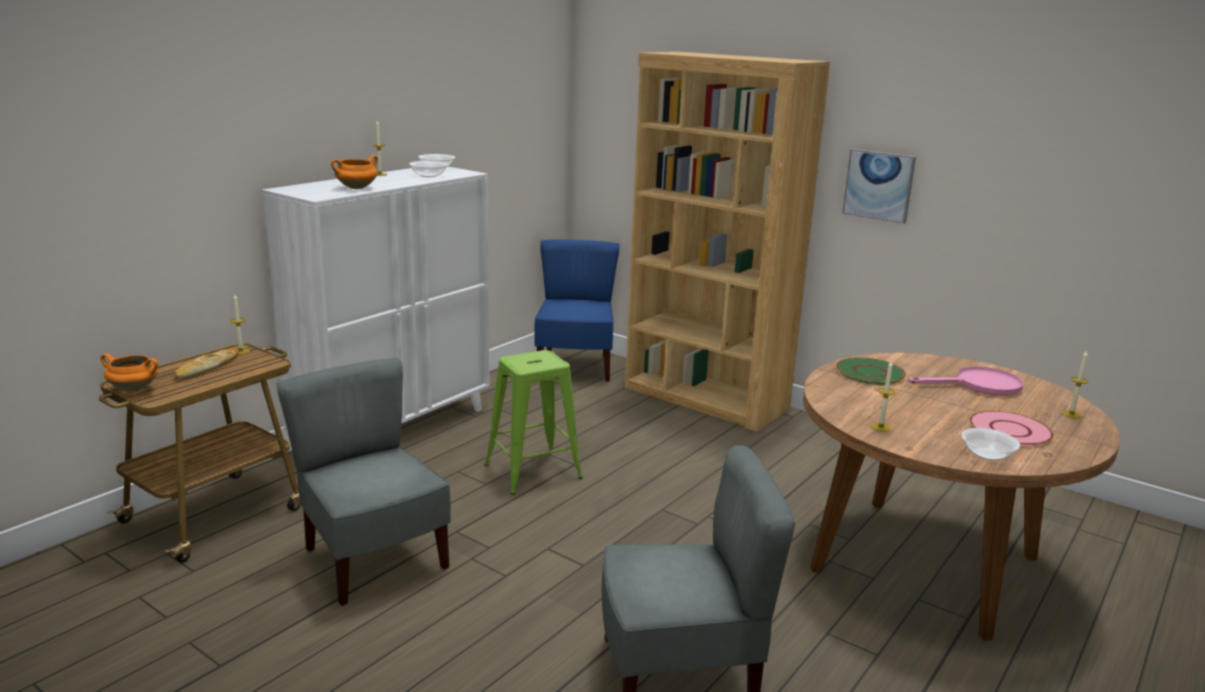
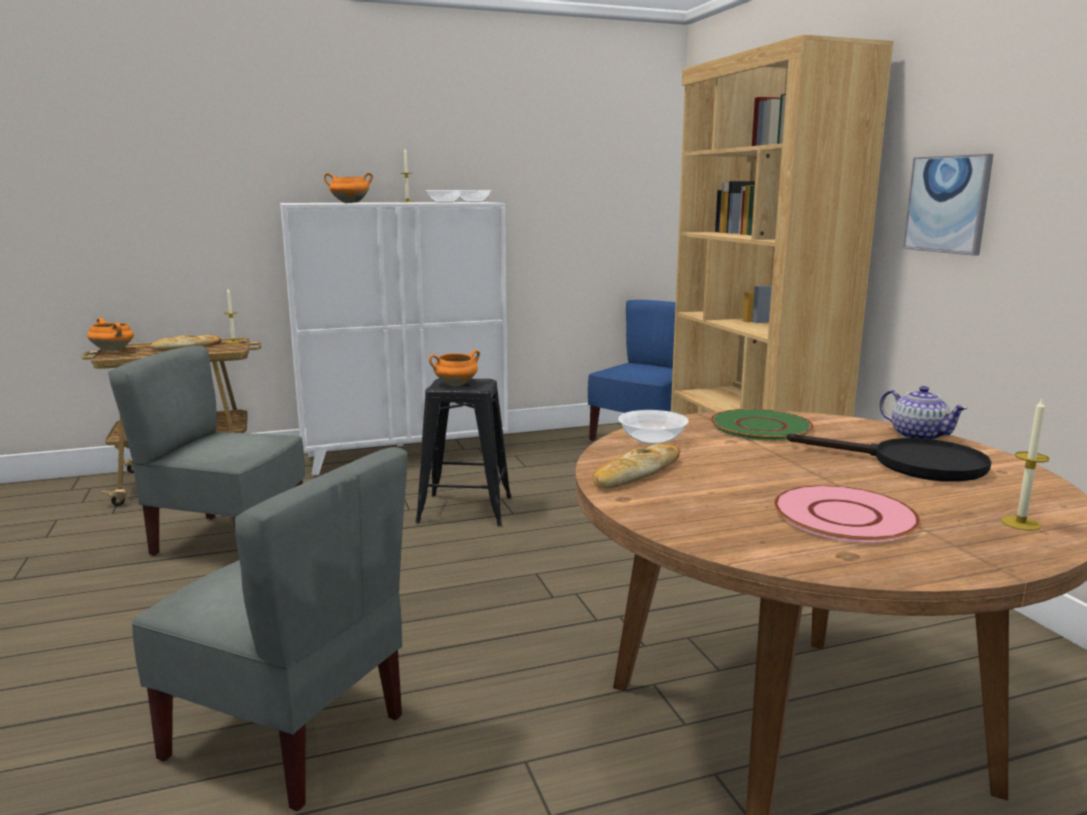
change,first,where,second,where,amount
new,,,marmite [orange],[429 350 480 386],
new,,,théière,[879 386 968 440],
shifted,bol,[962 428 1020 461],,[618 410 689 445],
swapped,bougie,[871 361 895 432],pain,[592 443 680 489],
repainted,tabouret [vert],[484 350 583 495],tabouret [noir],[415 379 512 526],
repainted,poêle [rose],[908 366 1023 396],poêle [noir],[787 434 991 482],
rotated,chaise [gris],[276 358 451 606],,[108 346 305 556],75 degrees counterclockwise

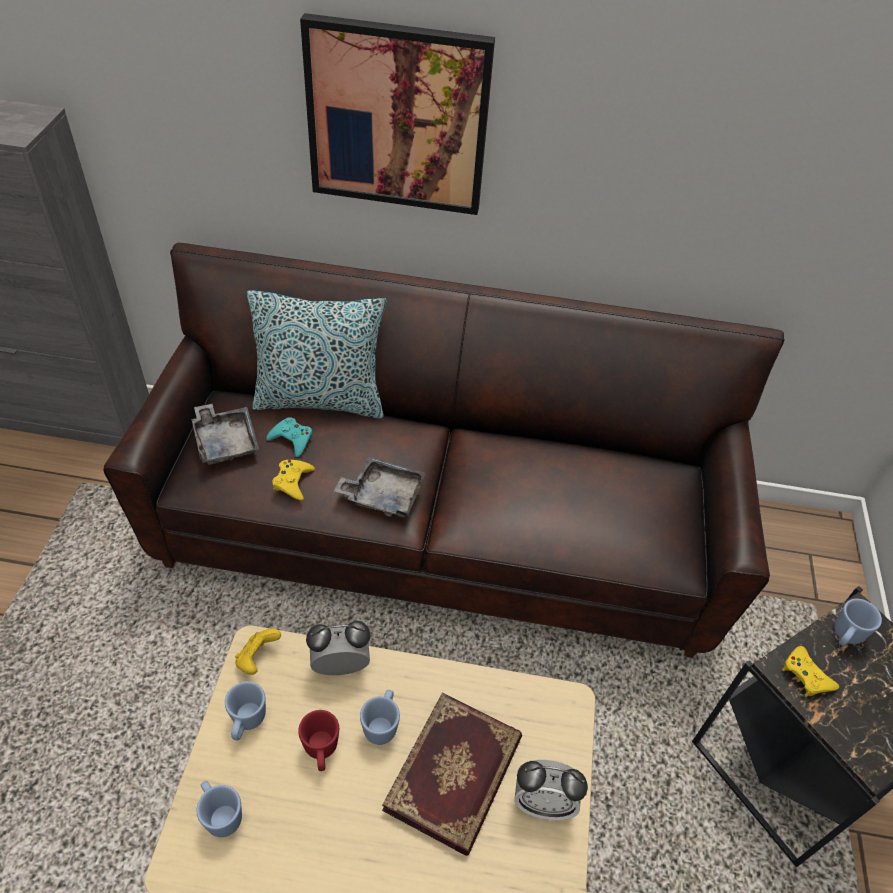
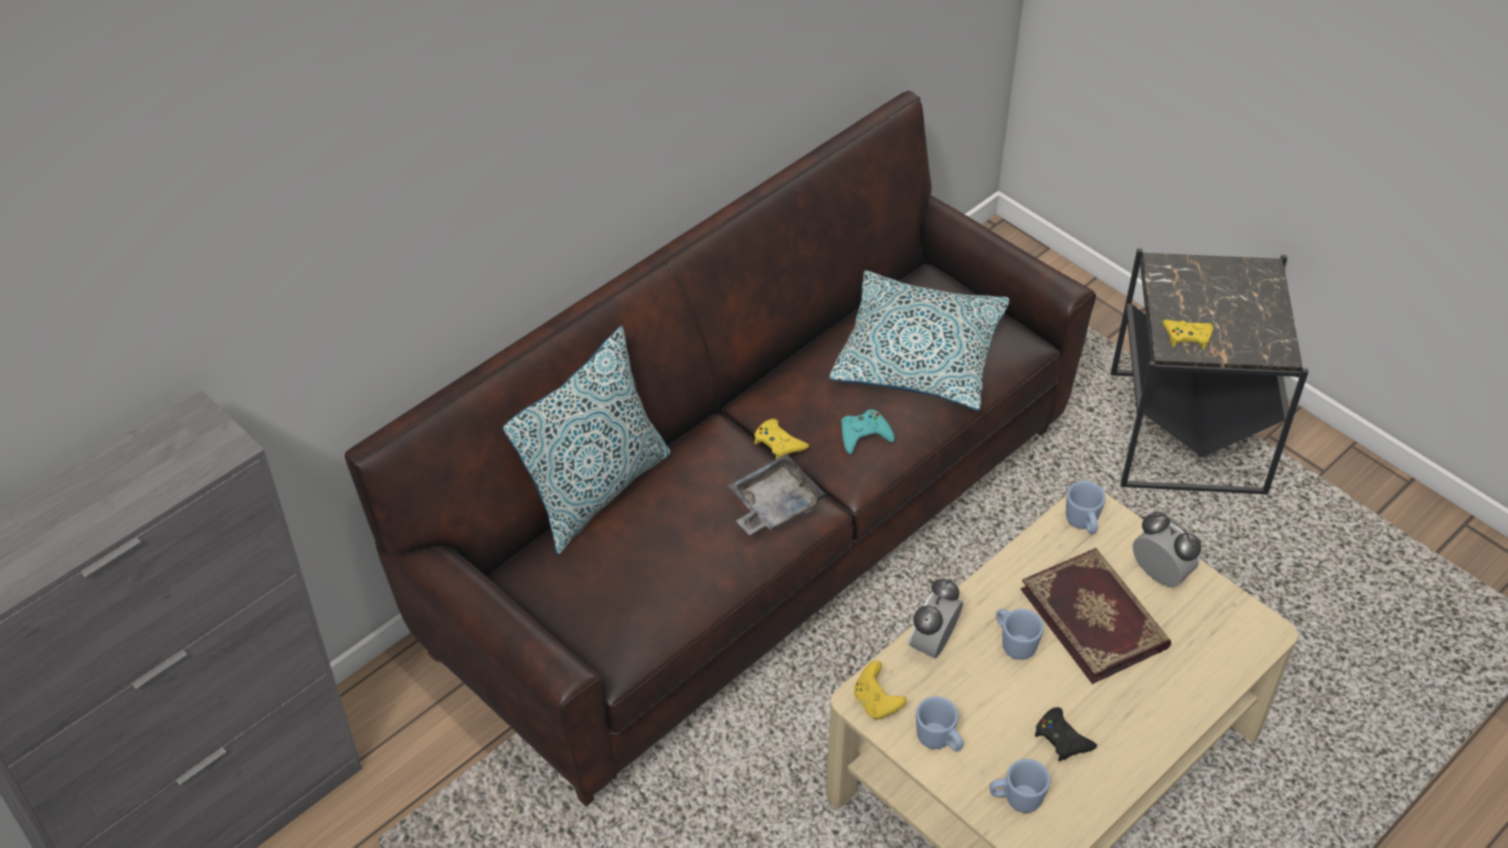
change,first,where,second,where,amount
gone,plateau [gris],[192 404 259 465],,,
gone,mug [rouge],[298 710 339 771],,,
gone,tableau,[300 13 495 215],,,
new,,,coussin,[829 270 1009 411],
new,,,manette [noir],[1035 707 1097 761],
shifted,manette [turquoise],[266 417 313 457],,[841 410 895 454],
shifted,manette [jaune],[272 460 315 500],,[754 419 809 459],
shifted,mug [bleu],[834 599 882 646],,[1066 481 1106 534],
rotated,réveil,[515 760 588 820],,[1133 512 1201 587],90 degrees counterclockwise

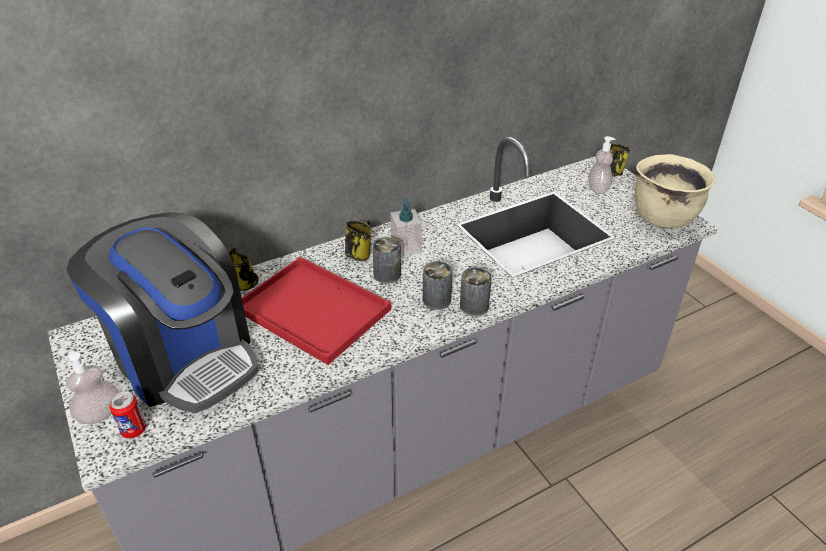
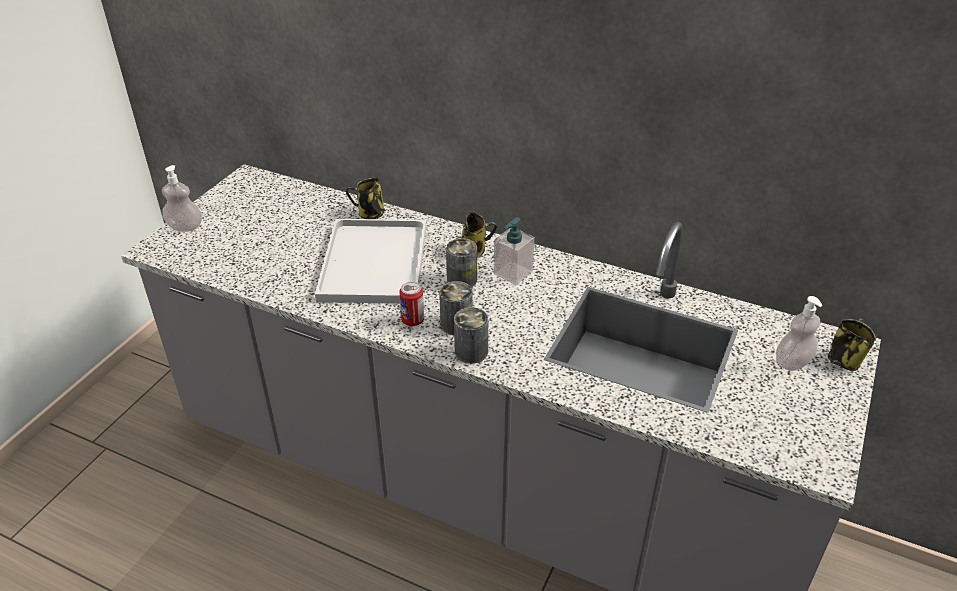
change,first,where,second,where,amount
gone,machine à café,[66 212 259 413],,,
gone,marmite [beige],[635 154 716 229],,,
shifted,boîte métallique,[109 392 146 439],,[399 282 424 326],
repainted,plateau [rouge],[242 257 391 365],plateau [blanc],[315 219 426 304],

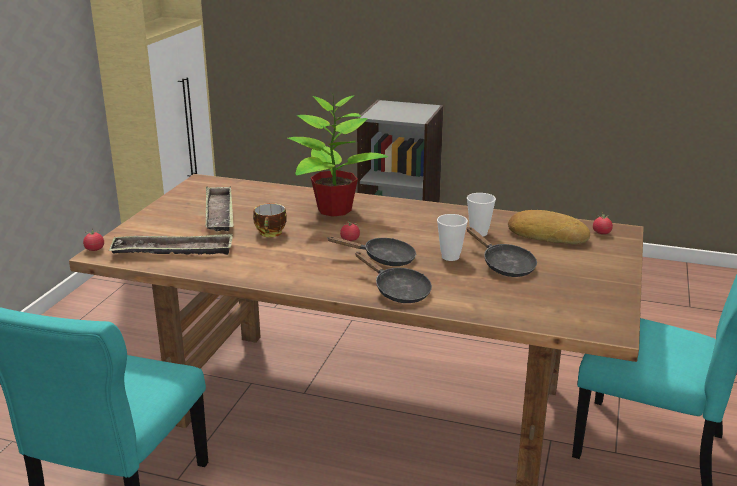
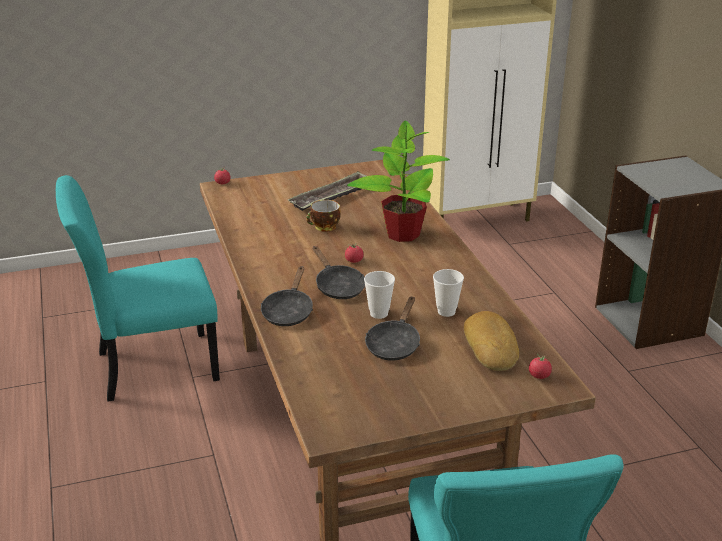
change,first,where,second,where,amount
gone,plateau,[109 233 233 255],,,

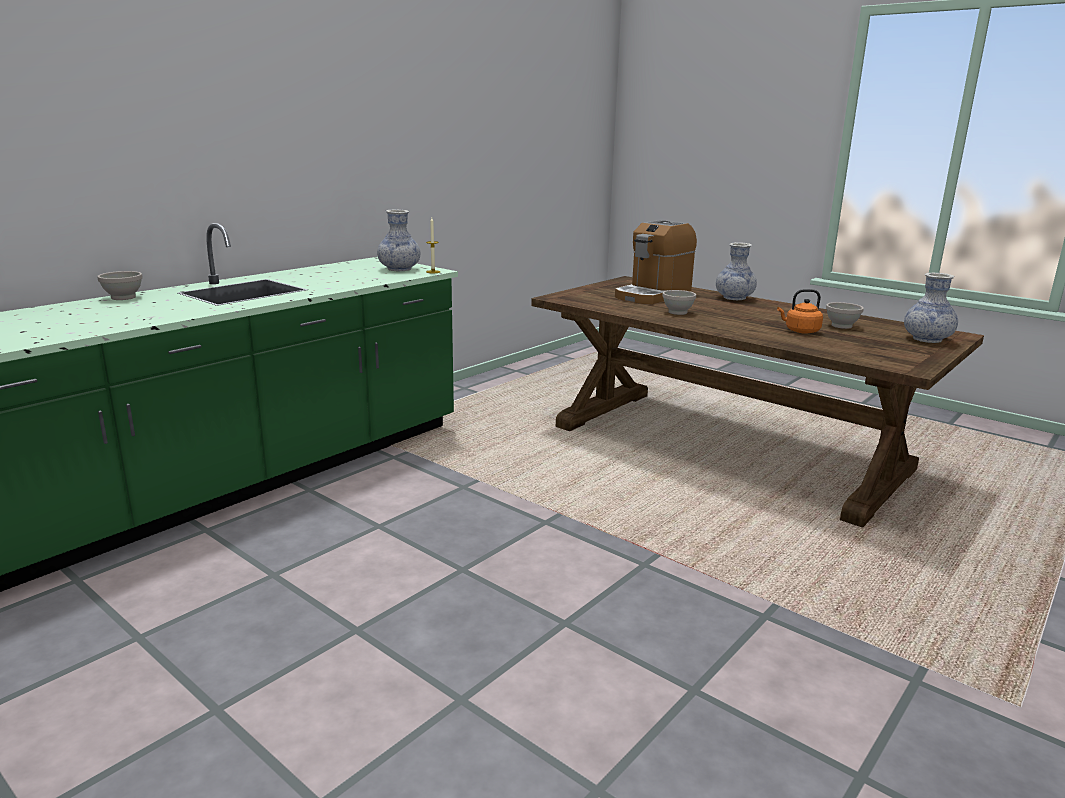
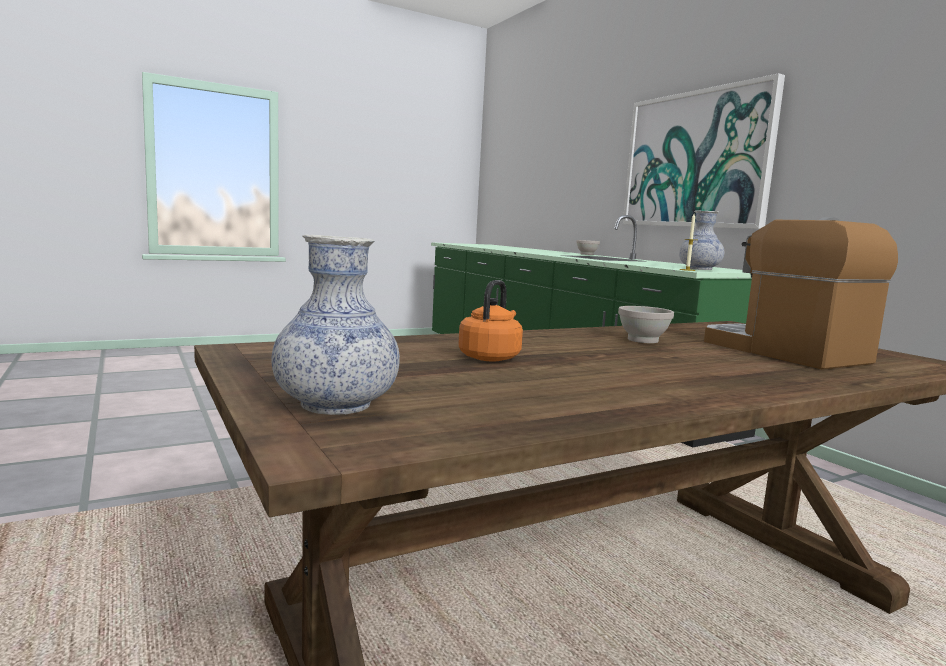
change,first,where,second,where,amount
gone,vase,[716 242 757 300],,,
gone,bol [blanc],[826 302 864 329],,,
new,,,tableau,[623 73 785 229],

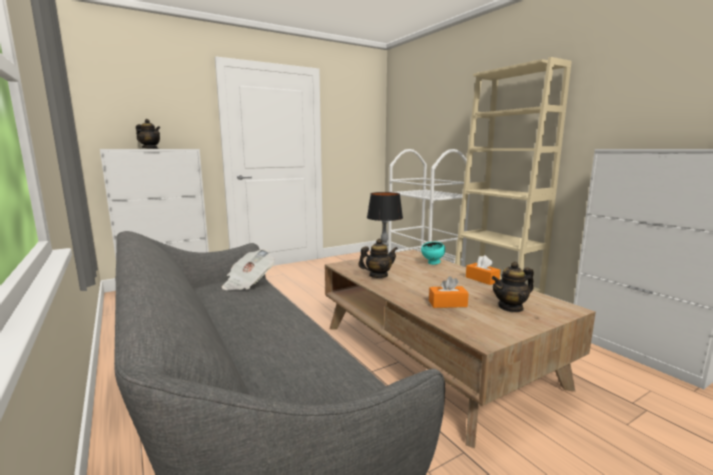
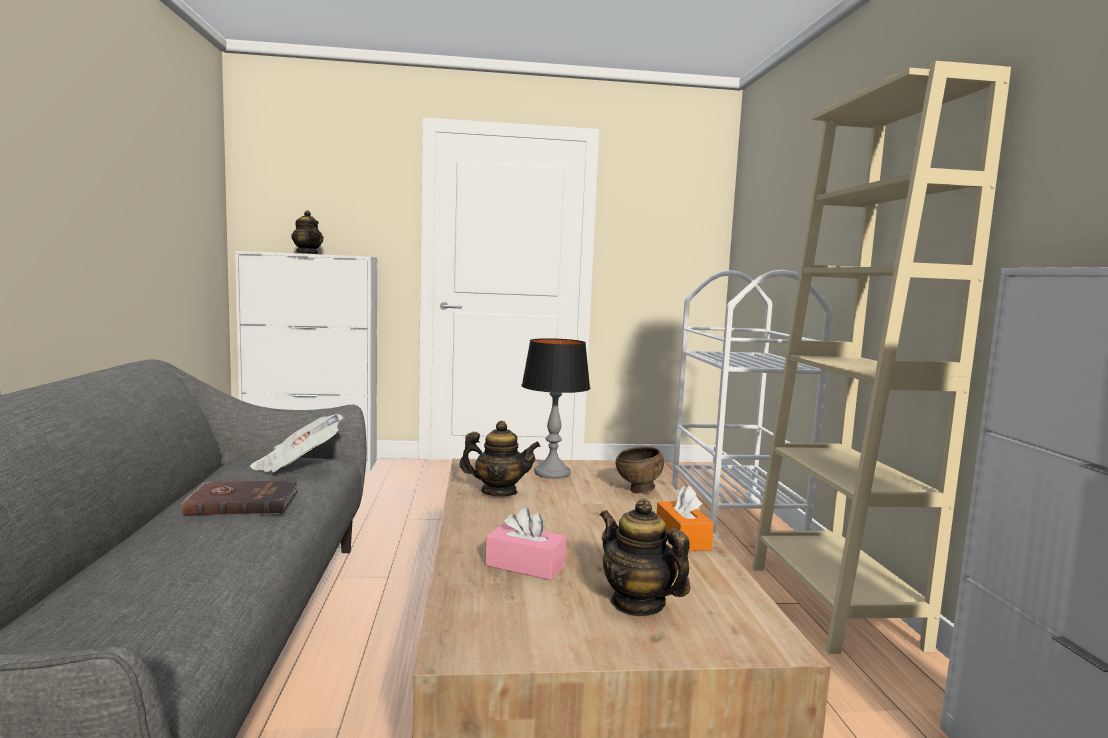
change,first,where,second,where,amount
new,,,livre [marron],[181 480 299 515],
repainted,bol [turquoise],[421 242 445 265],bol [marron],[616 446 664 493],
repainted,boîte à mouchoirs [orange],[429 276 469 308],boîte à mouchoirs [rose],[485 507 567 580],
rotated,théière,[492 261 534 312],,[600 498 690 616],45 degrees clockwise

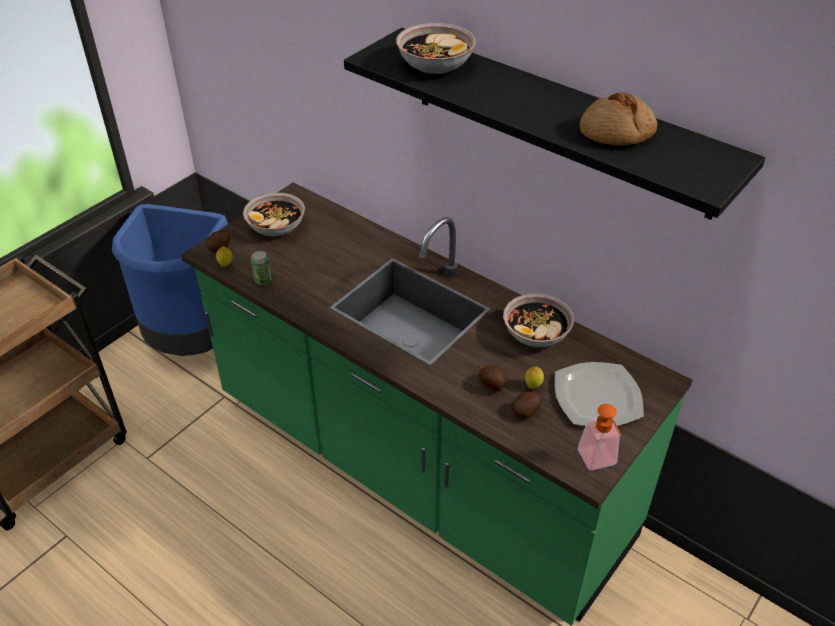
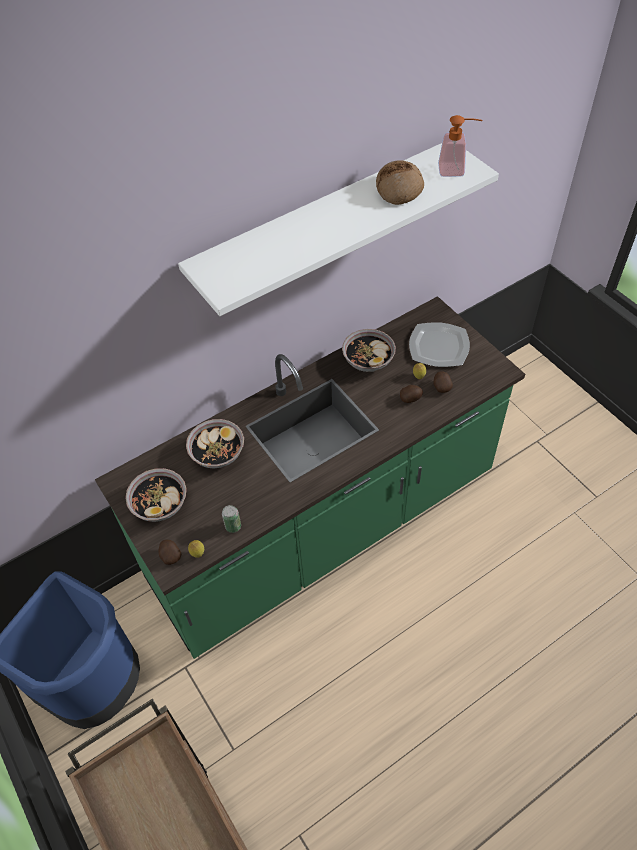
change,first,where,second,where,amount
shifted,bol,[396 23 476 74],,[186 419 244 468],
shifted,distributeur de savon,[578 404 621 470],,[438 115 483 177],
repainted,étagère [noir],[344 28 765 220],étagère [blanc],[178 143 499 316],

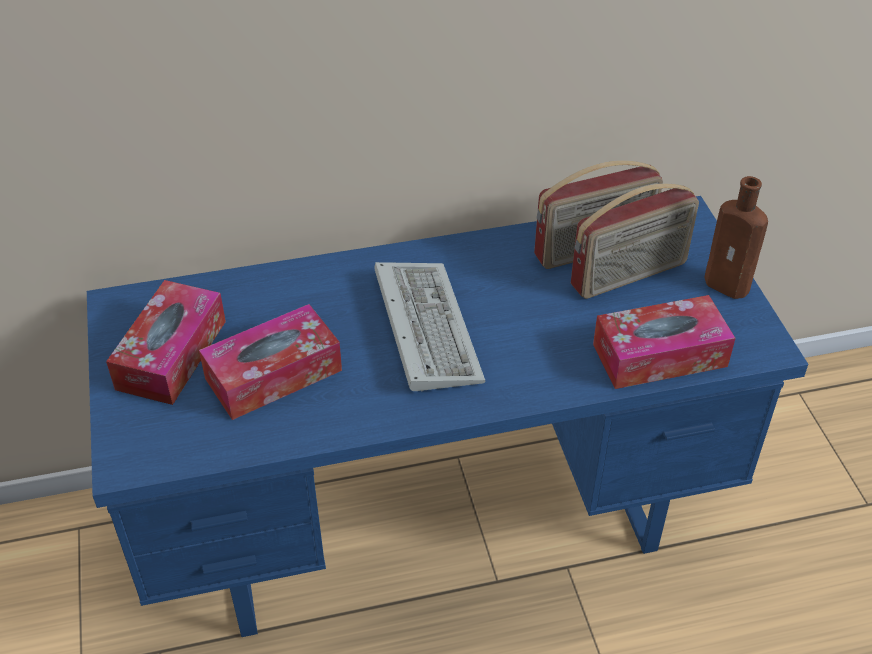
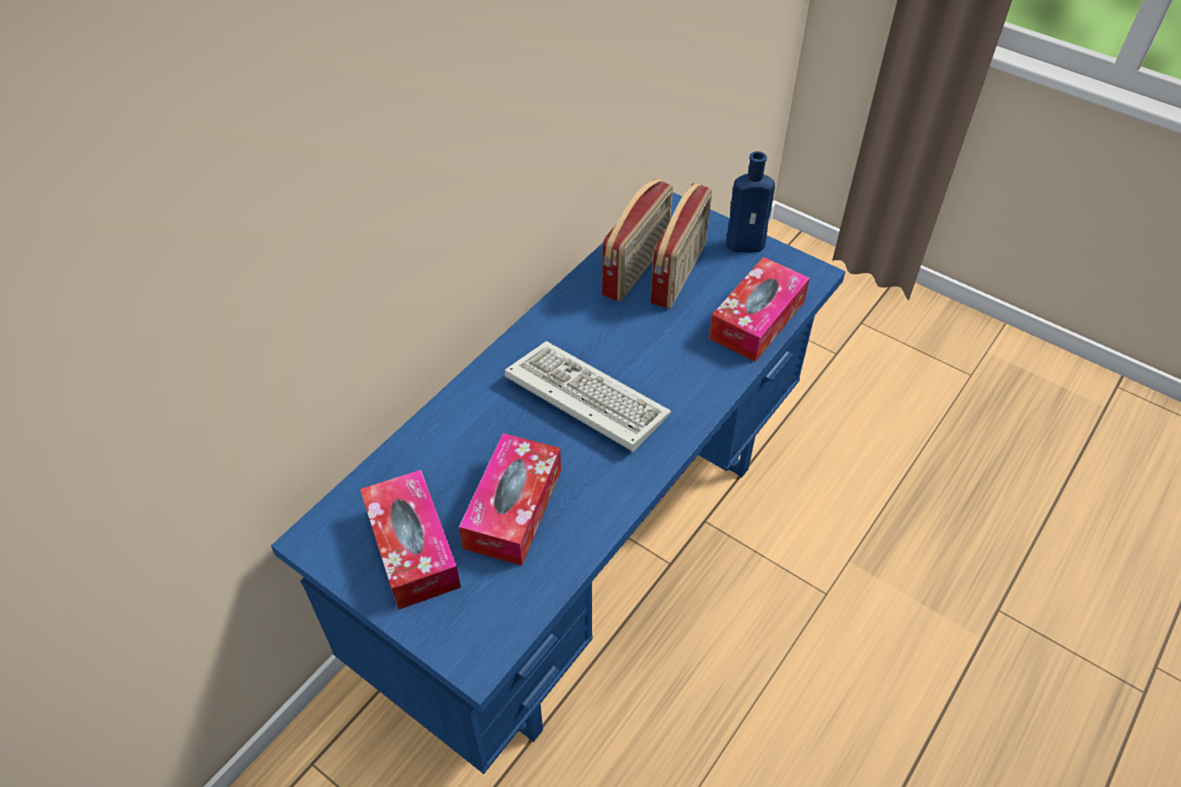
change,first,where,second,where,amount
repainted,bouteille [marron],[704 176 768 299],bouteille [bleu],[726 151 775 252],

